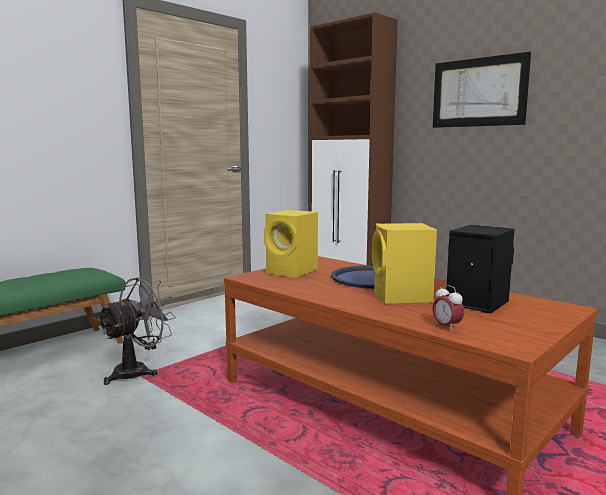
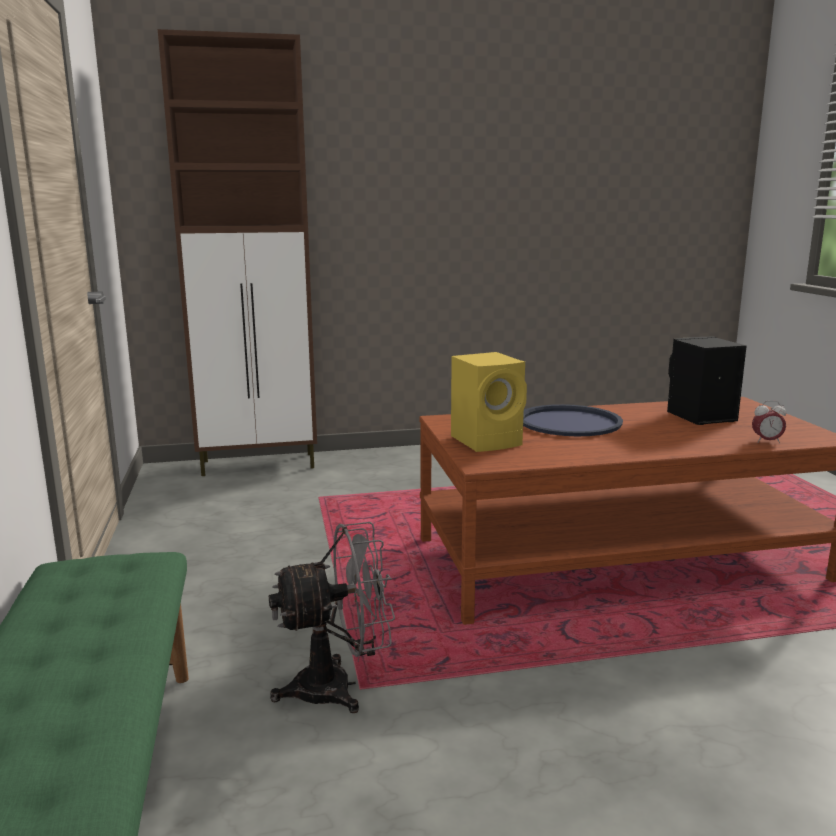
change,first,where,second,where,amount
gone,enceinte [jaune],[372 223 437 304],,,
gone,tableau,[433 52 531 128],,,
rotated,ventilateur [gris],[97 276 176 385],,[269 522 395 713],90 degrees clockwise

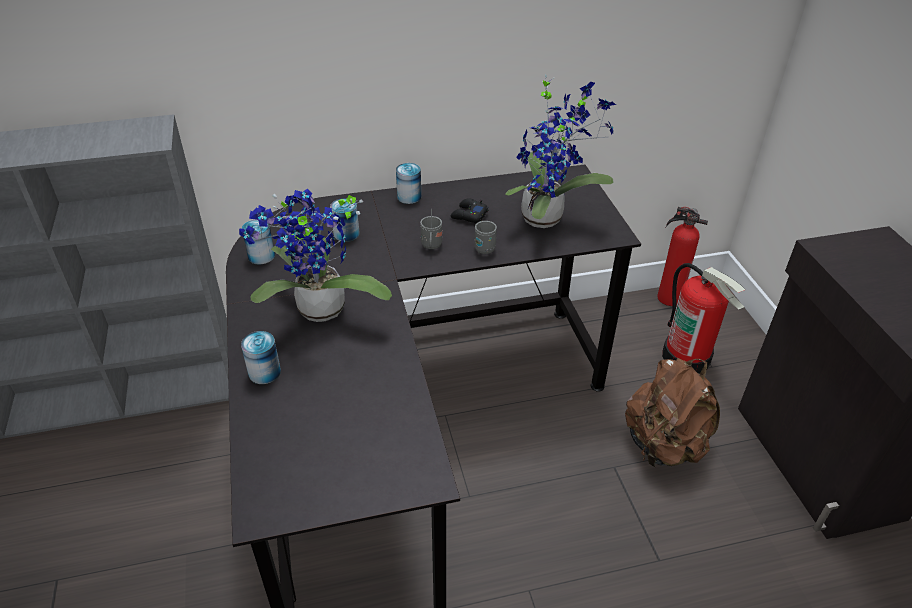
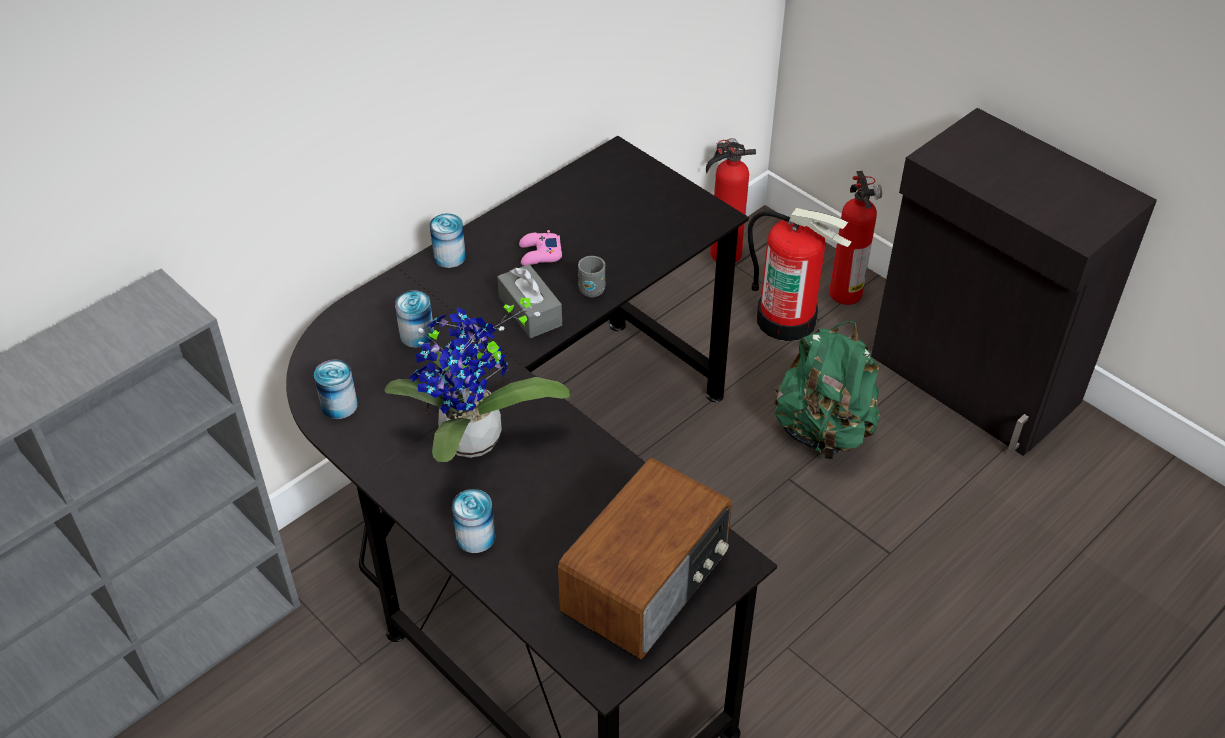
change,first,where,second,where,amount
gone,plante en pot,[505 75 616 228],,,
new,,,radio,[558 457 732 660],
new,,,extincteur,[829 171 882 305],
swapped,mug [gris],[420 209 442 249],boîte à mouchoirs [gris],[497 264 562 338],
repainted,manette [noir],[451 198 489 223],manette [rose],[519 230 562 266],
repainted,sac à dos [marron],[625 358 720 468],sac à dos [vert],[774 321 880 460],

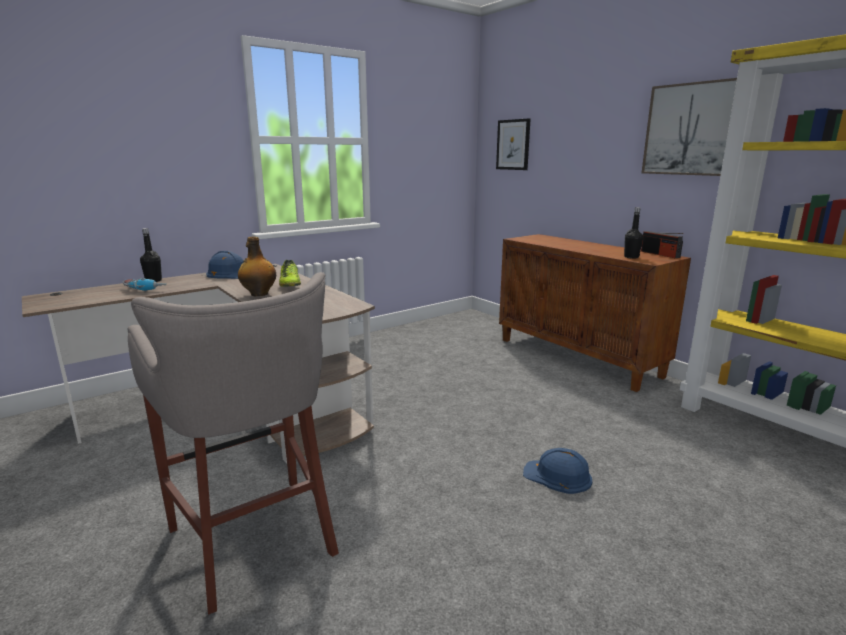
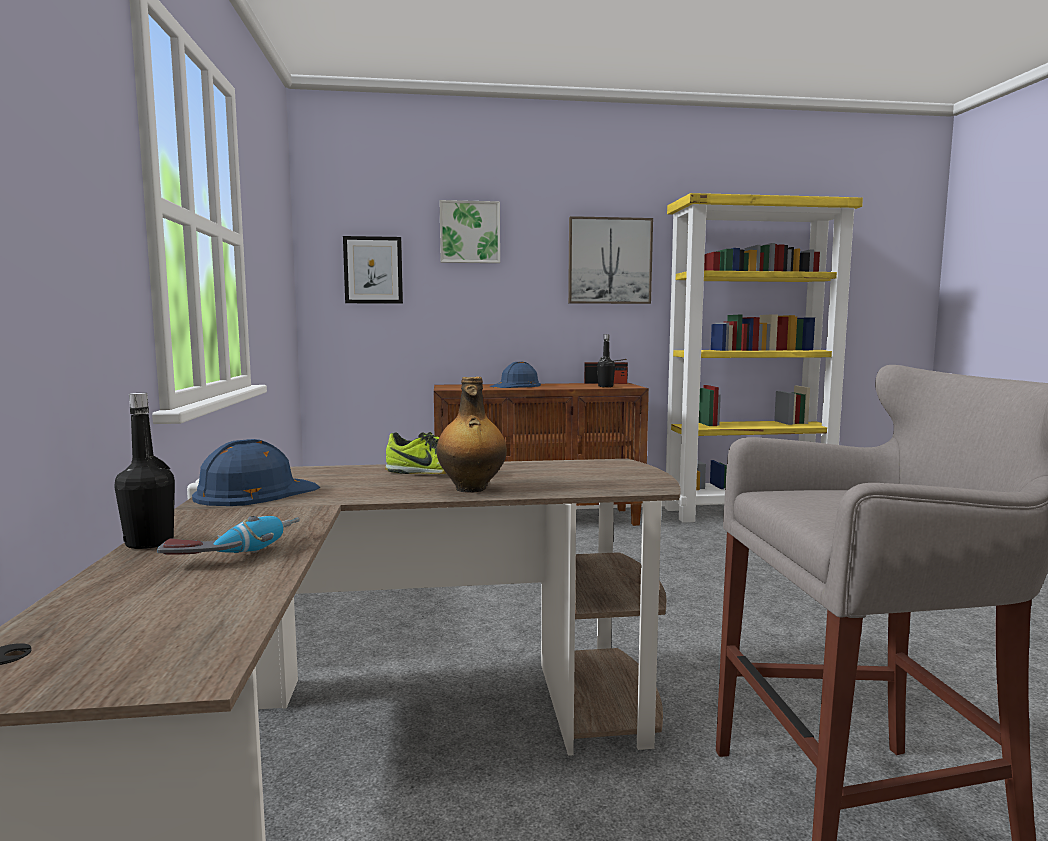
change,first,where,second,where,amount
new,,,tableau,[440 200 500 263],
shifted,casque de chantier [bleu],[523 448 592 494],,[490 362 541 388],

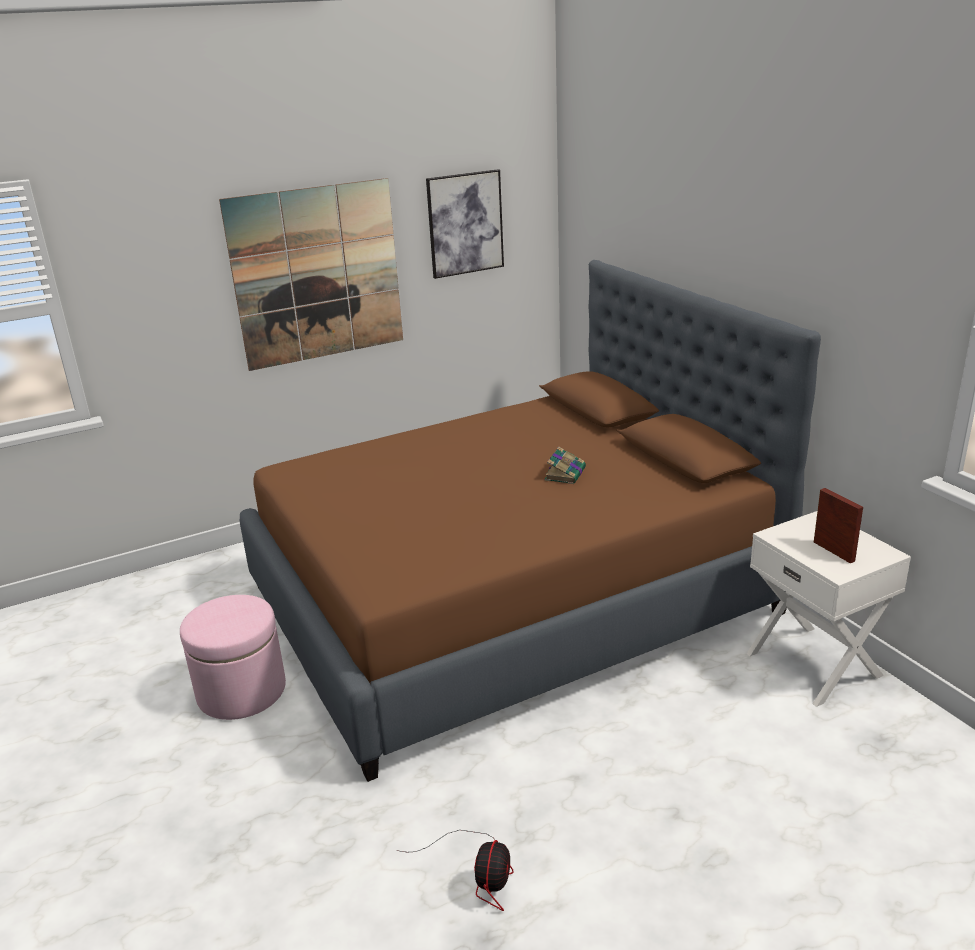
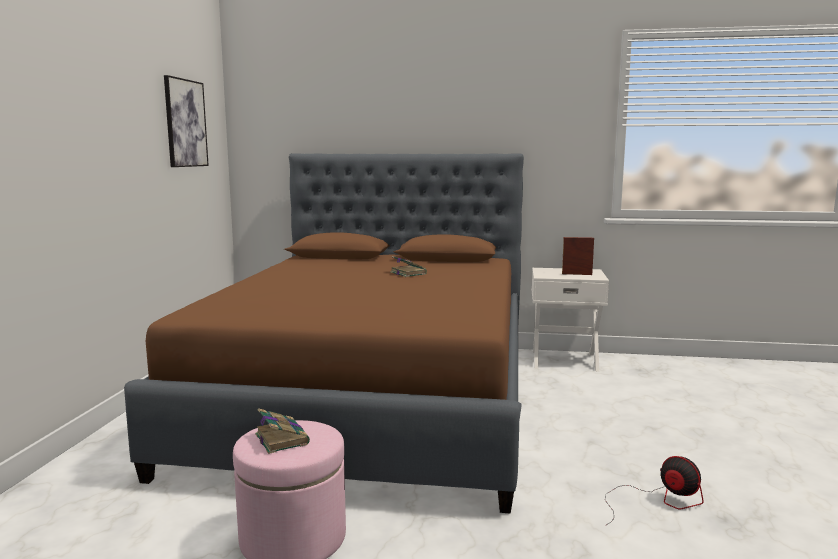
change,first,where,second,where,amount
gone,tableau,[219 178 403 371],,,
new,,,livre,[255 408 310 454],

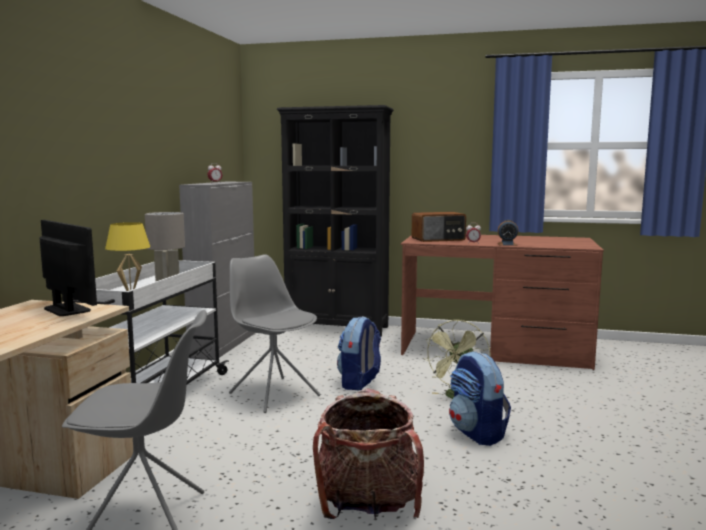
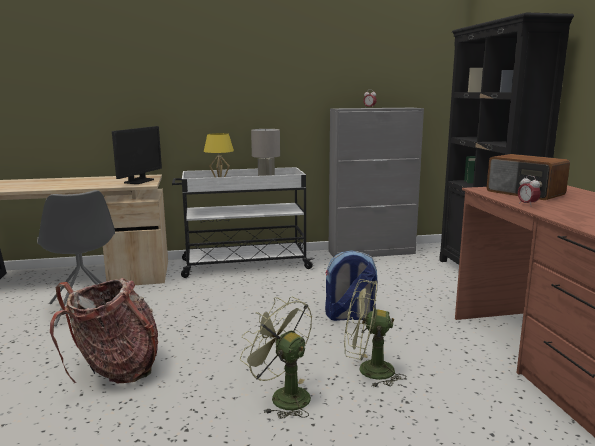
change,first,where,second,where,amount
gone,chaise [gris],[229 254 321 413],,,
gone,réveil,[498 220 518 246],,,
swapped,sac à dos,[449 351 511 446],ventilateur [vert],[240 297 312 419],

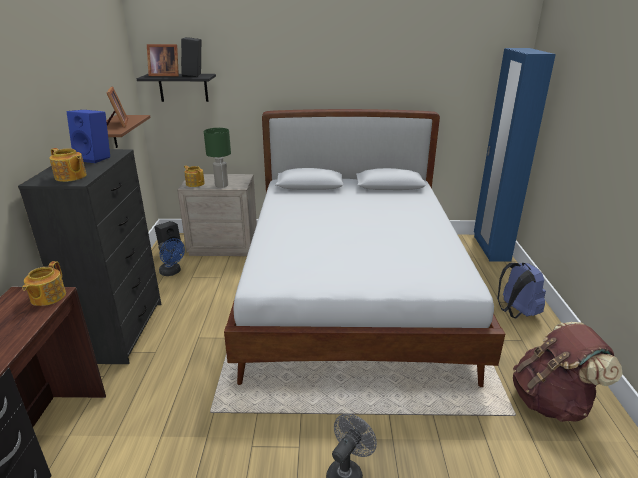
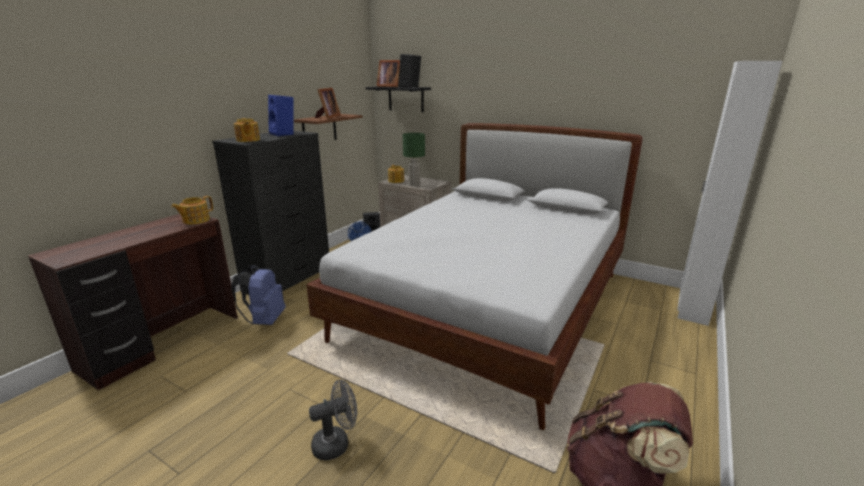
change,first,where,second,where,amount
shifted,sac à dos [bleu],[497 263 546 318],,[231 265 286 325],
repainted,armoire [bleu],[474 48 556 262],armoire [blanc],[677 61 782 326],

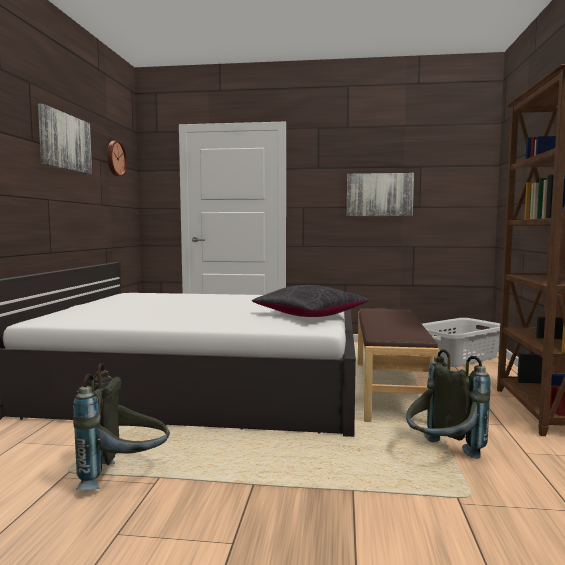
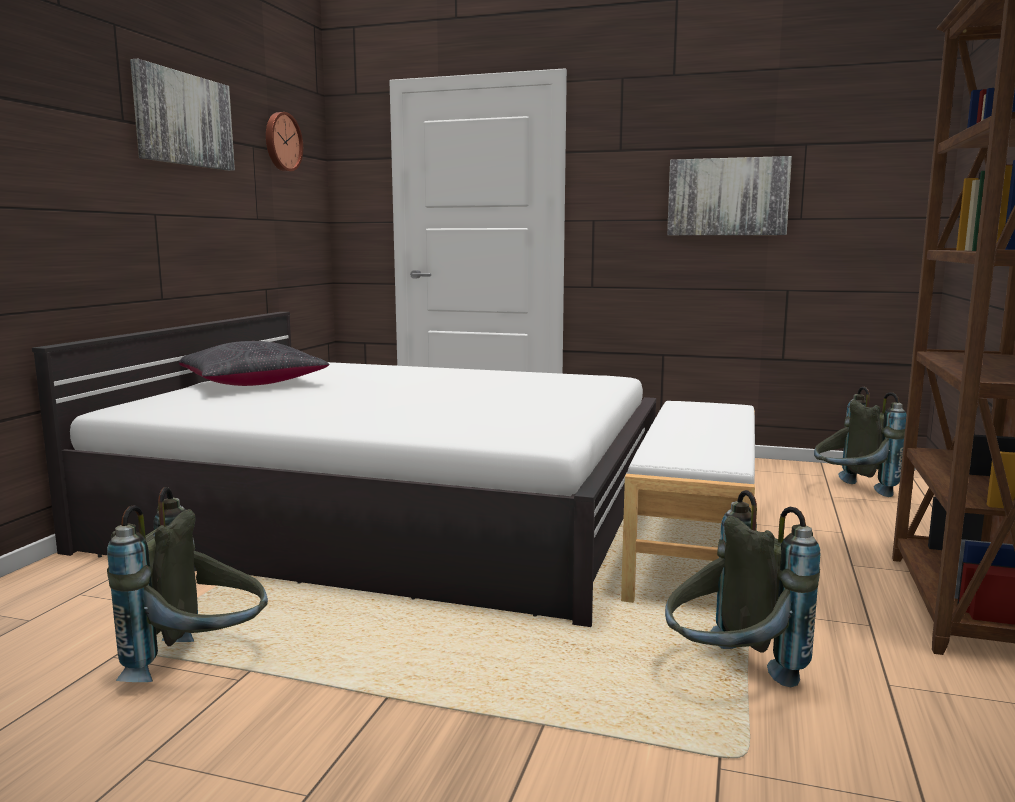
change,first,where,second,where,amount
shifted,coussin [noir],[252 285 369 317],,[179 341 329 386],
swapped,panier à linge [gris],[422 318 500 367],sac à dos [gris],[814 386 907 497],
repainted,banc [marron],[358 309 440 422],banc [blanc],[621 401 755 603],

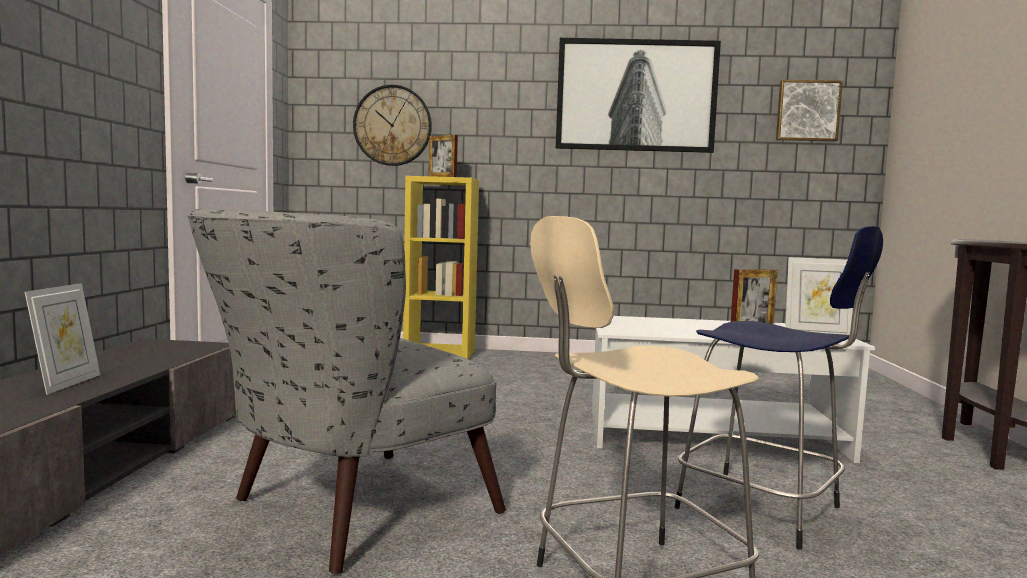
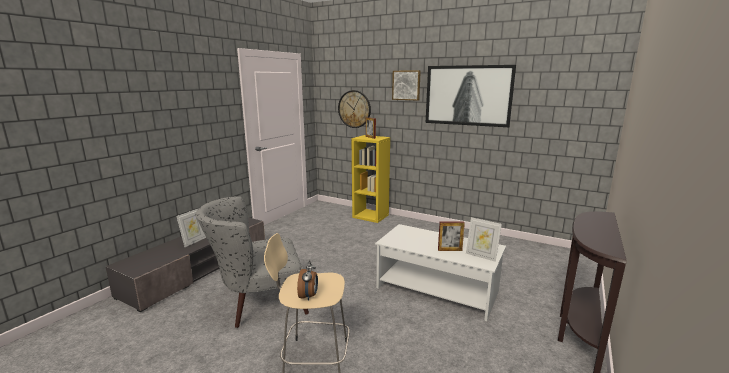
change,first,where,second,where,amount
gone,tabouret [bleu],[675 226 883 550],,,
new,,,réveil,[297 261 318 301],
shifted,tableau,[776 80 843 141],,[392 70 421 101],

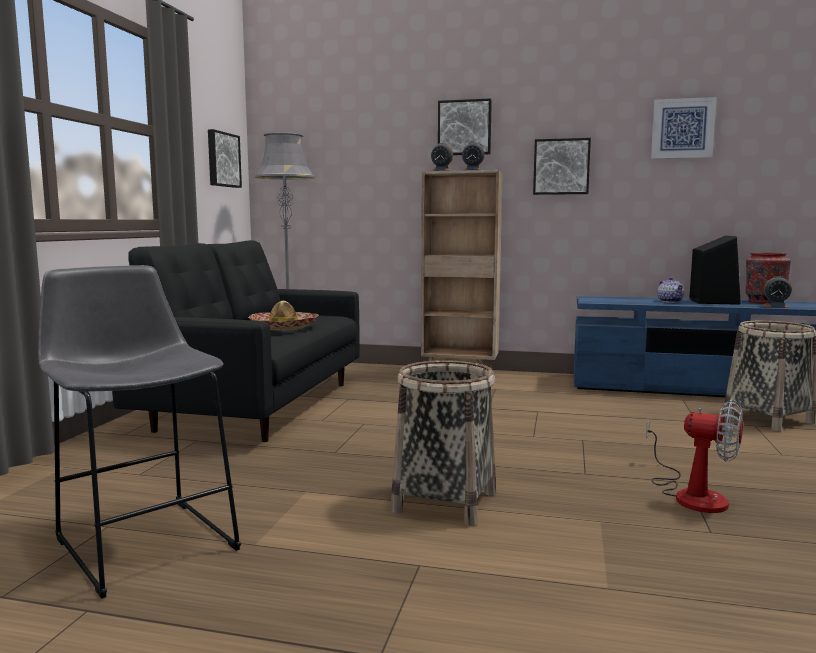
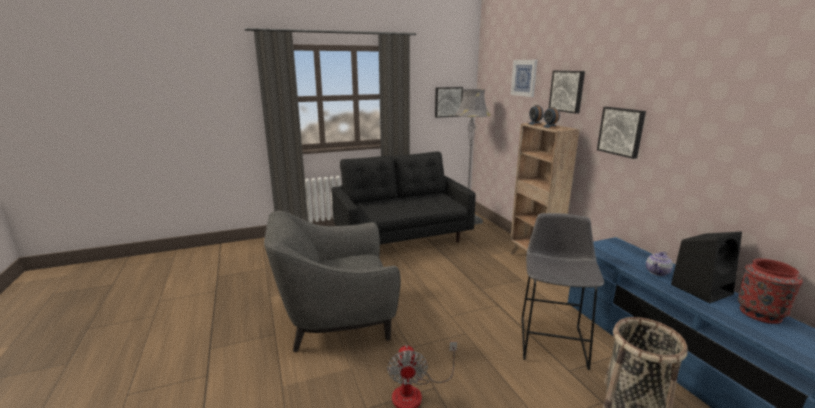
change,first,where,second,where,amount
gone,chapeau,[248 301 319 331],,,
gone,réveil,[763 276 792 308],,,
shifted,tabouret [gris],[38 265 241 599],,[522 213 604 370],
shifted,tableau,[651 97 717 159],,[511 60 537 97],
swapped,panier,[391 360 496 526],fauteuil [gris],[264 211 401 352],

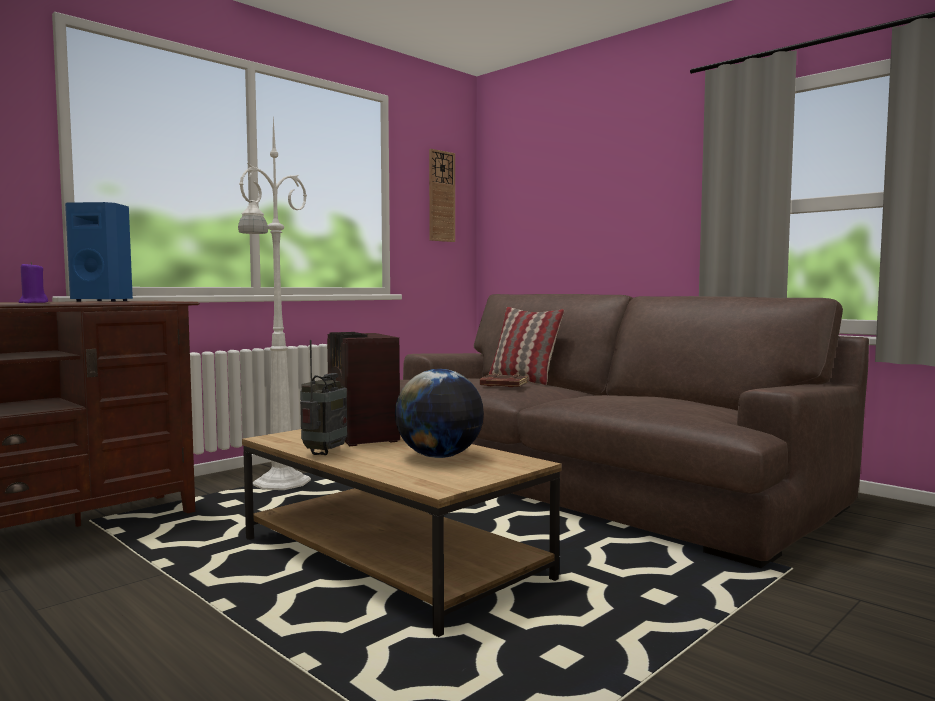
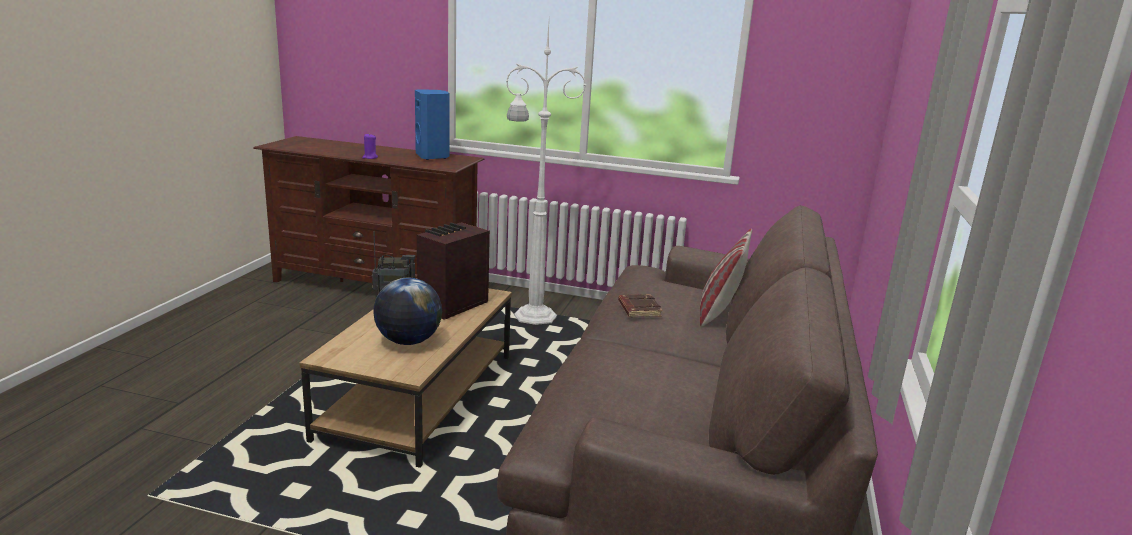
change,first,where,second,where,amount
gone,horloge murale,[429 149 455 242],,,

